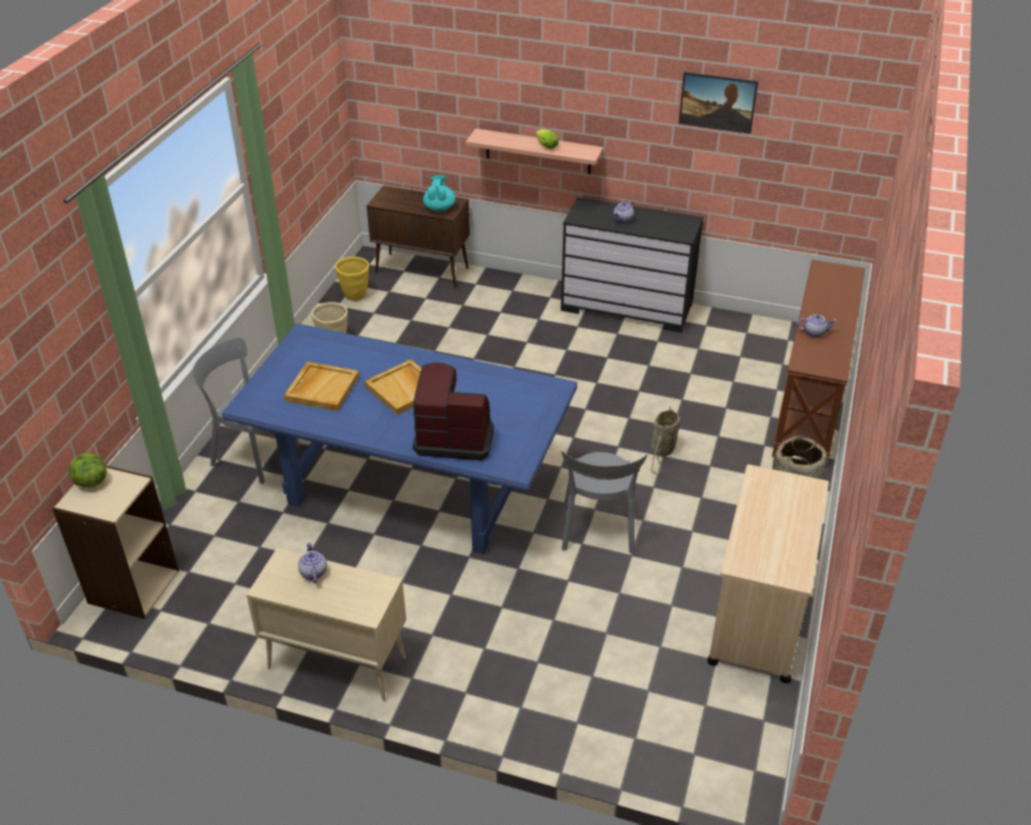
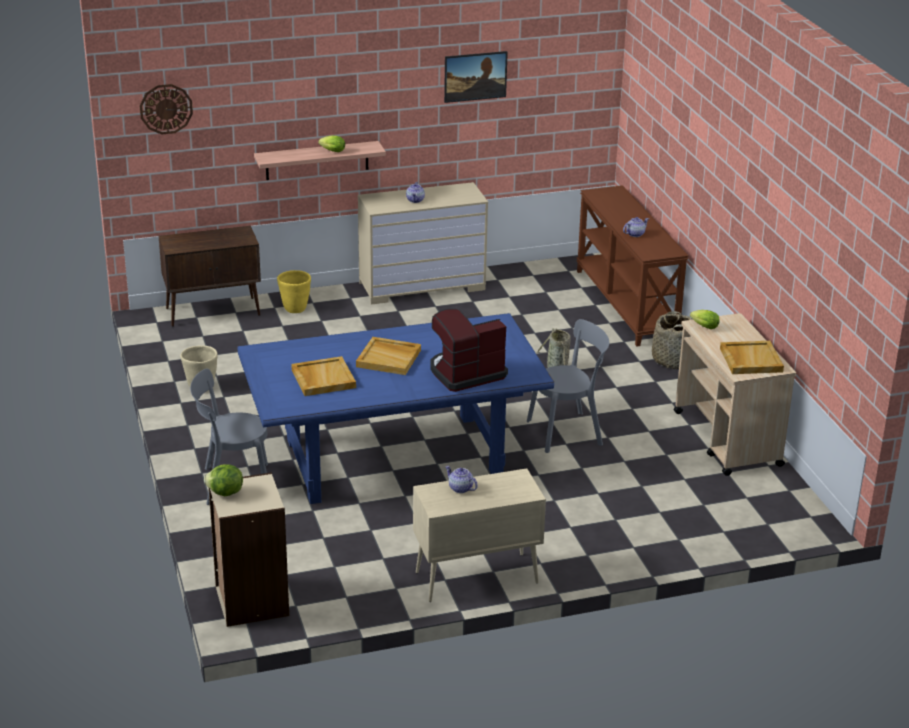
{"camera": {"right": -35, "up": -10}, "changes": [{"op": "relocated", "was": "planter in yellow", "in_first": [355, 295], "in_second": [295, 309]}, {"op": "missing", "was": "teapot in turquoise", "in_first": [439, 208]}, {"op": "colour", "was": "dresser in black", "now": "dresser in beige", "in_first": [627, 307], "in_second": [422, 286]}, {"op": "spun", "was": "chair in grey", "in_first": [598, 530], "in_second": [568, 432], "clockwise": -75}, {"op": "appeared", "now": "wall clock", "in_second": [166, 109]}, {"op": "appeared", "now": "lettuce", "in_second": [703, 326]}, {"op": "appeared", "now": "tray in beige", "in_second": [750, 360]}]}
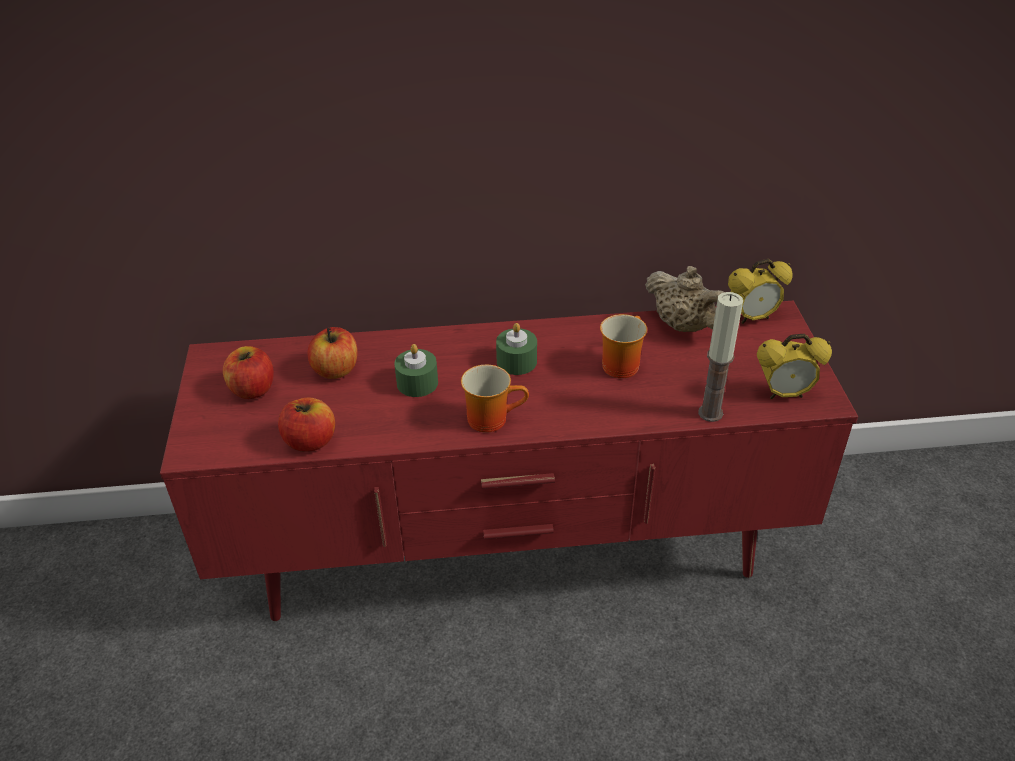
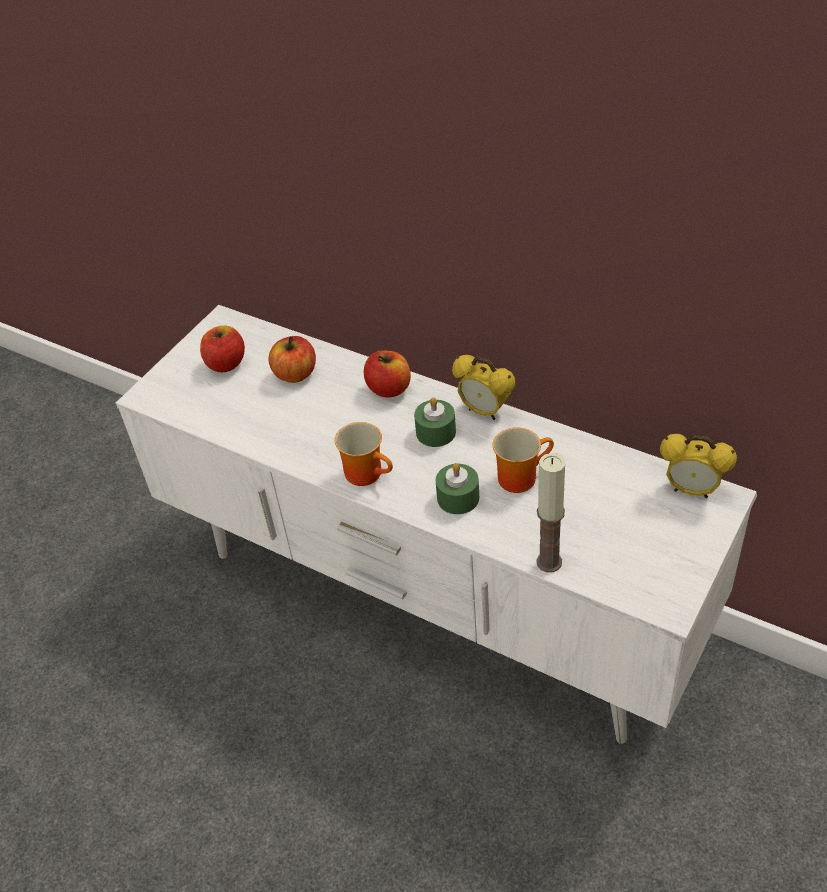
{"camera": {"right": 40, "up": 5}, "changes": [{"op": "colour", "was": "tv stand in red", "now": "tv stand in white", "in_first": [510, 556], "in_second": [430, 605]}, {"op": "relocated", "was": "apple", "in_first": [310, 441], "in_second": [389, 388]}, {"op": "relocated", "was": "candle in green", "in_first": [417, 383], "in_second": [458, 498]}, {"op": "missing", "was": "teapot in beige", "in_first": [684, 326]}, {"op": "relocated", "was": "alarm clock", "in_first": [784, 394], "in_second": [484, 411]}]}
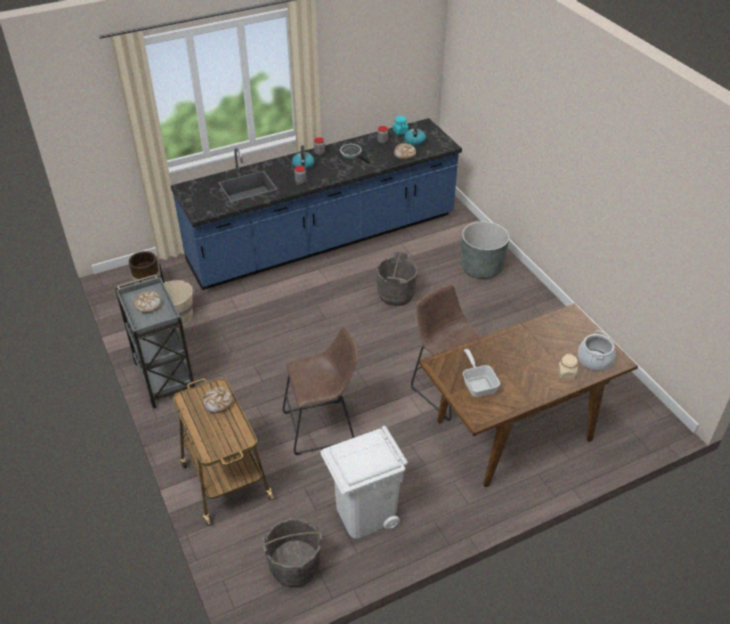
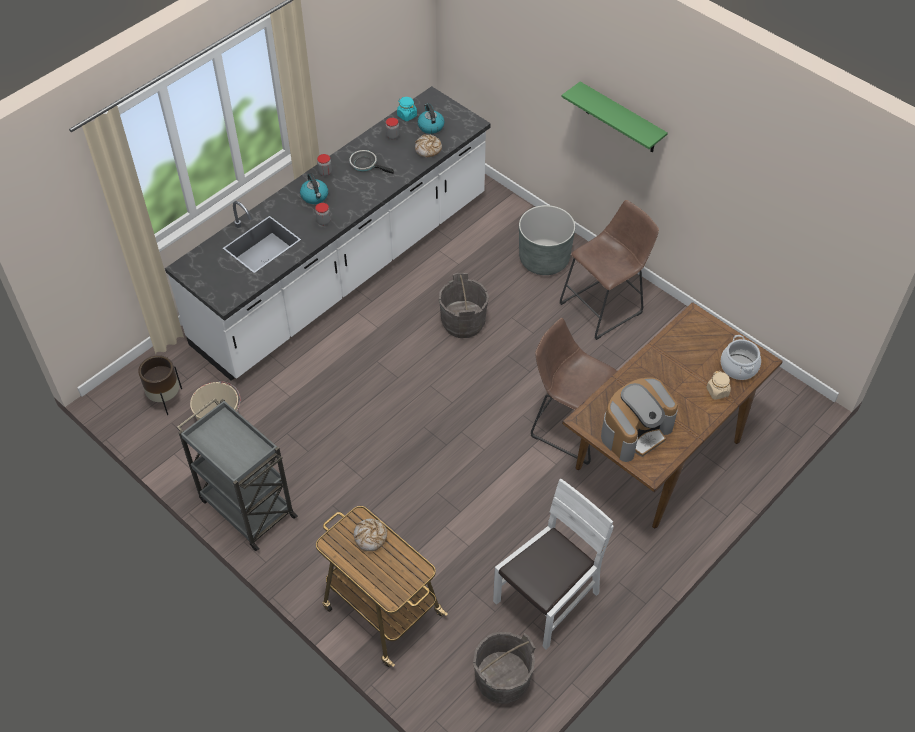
{"camera": {"right": -20, "up": 10}, "changes": [{"op": "missing", "was": "bread", "in_first": [148, 305]}, {"op": "colour", "was": "counter in blue", "now": "counter in white", "in_first": [323, 239], "in_second": [344, 270]}, {"op": "relocated", "was": "stool in brown", "in_first": [323, 427], "in_second": [605, 306]}, {"op": "exchanged", "was": "trash can in white", "now": "chair in white", "in_first": [365, 514], "in_second": [547, 599]}, {"op": "exchanged", "was": "frying pan", "now": "coffee machine", "in_first": [478, 384], "in_second": [635, 431]}, {"op": "appeared", "now": "shelf in green", "in_second": [621, 119]}]}
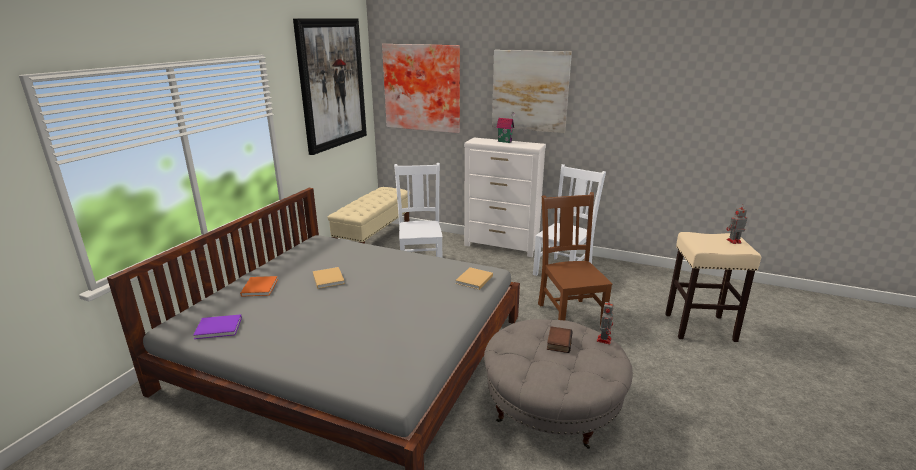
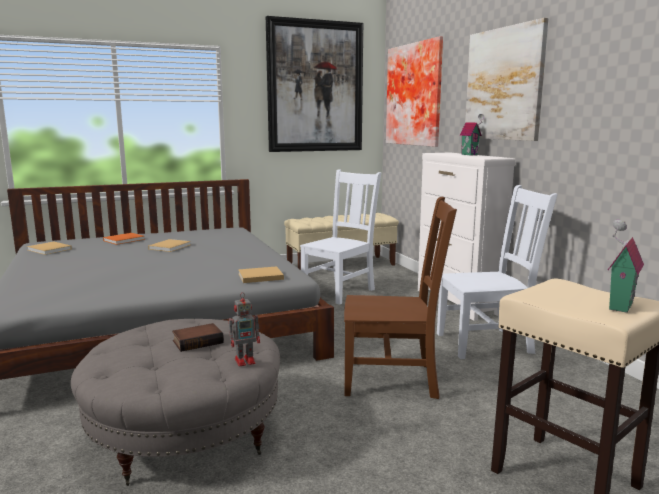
{"camera": {"right": 45, "up": -10}, "changes": [{"op": "colour", "was": "book in purple", "now": "book in beige", "in_first": [220, 328], "in_second": [50, 250]}, {"op": "spun", "was": "chair in brown", "in_first": [569, 315], "in_second": [394, 379], "clockwise": 60}, {"op": "exchanged", "was": "toy robot", "now": "toy house", "in_first": [733, 241], "in_second": [618, 305]}]}
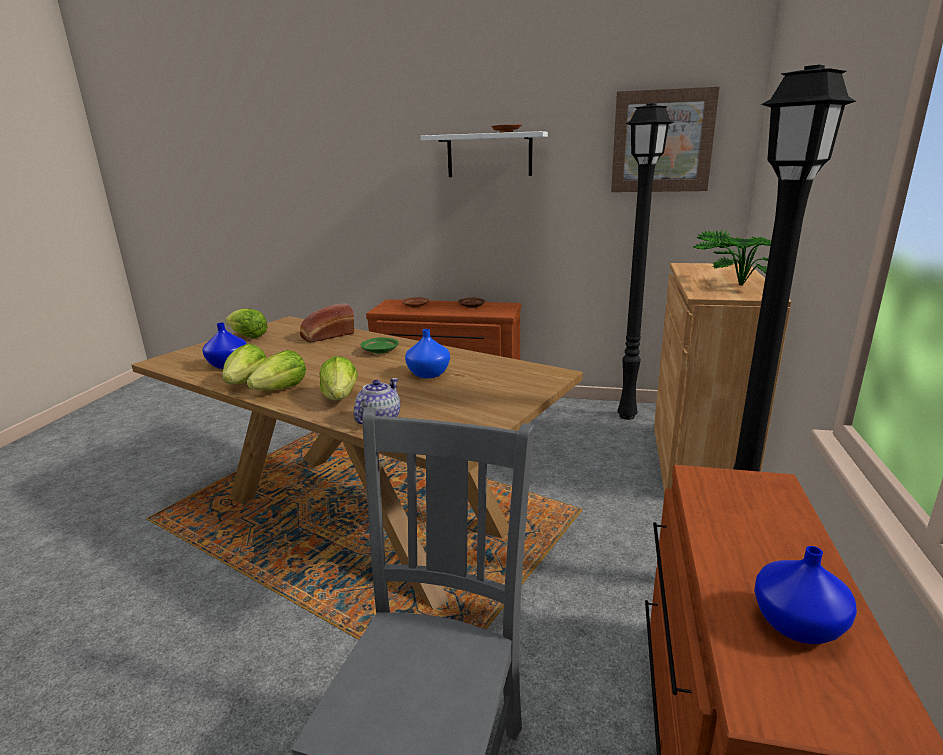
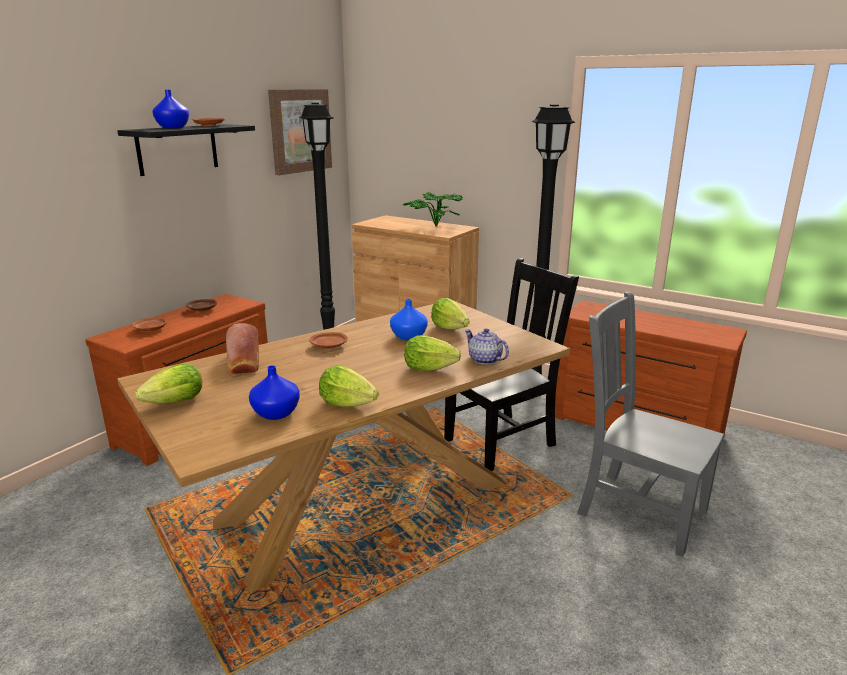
{"camera": {"right": -70, "up": 0}, "changes": [{"op": "relocated", "was": "lettuce", "in_first": [282, 389], "in_second": [450, 328]}, {"op": "colour", "was": "plate in green", "now": "plate in brown", "in_first": [380, 351], "in_second": [329, 346]}, {"op": "colour", "was": "shelf in white", "now": "shelf in black", "in_first": [489, 155], "in_second": [177, 149]}, {"op": "relocated", "was": "vase in blue", "in_first": [799, 625], "in_second": [173, 127]}, {"op": "appeared", "now": "chair in black", "in_second": [503, 441]}]}
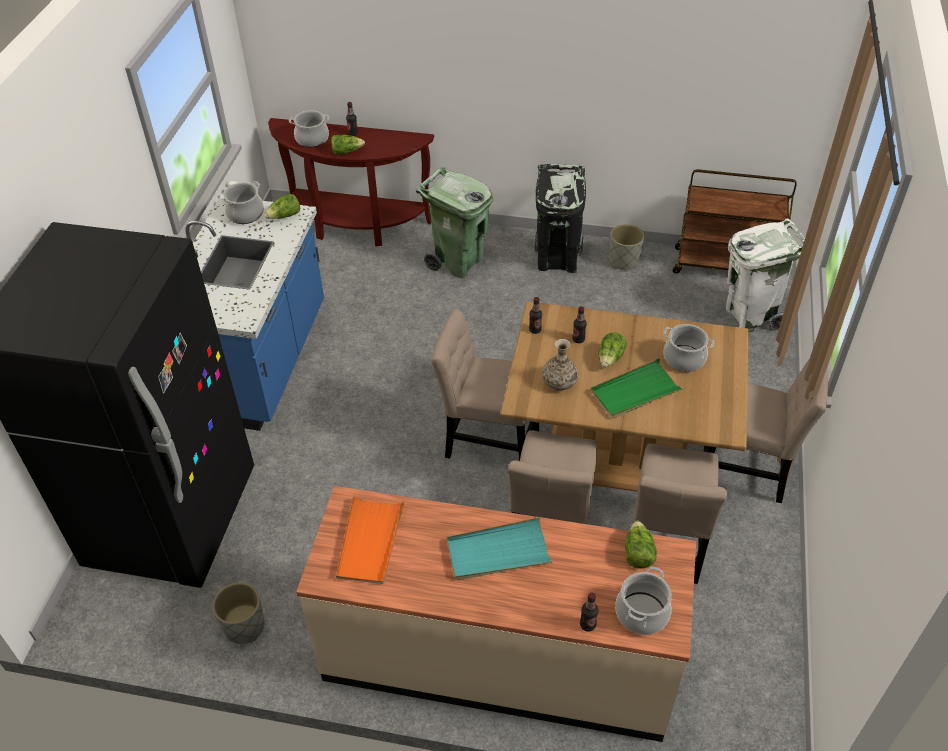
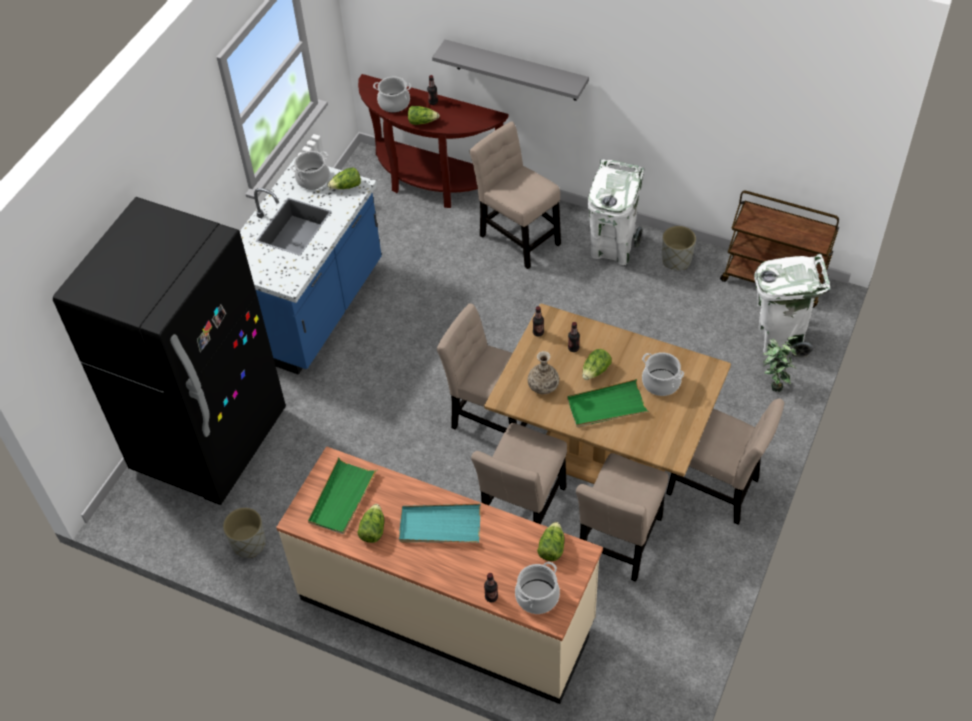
{"camera": {"right": 15, "up": 5}, "changes": [{"op": "colour", "was": "tray in orange", "now": "tray in green", "in_first": [370, 542], "in_second": [342, 498]}, {"op": "exchanged", "was": "trash can in green", "now": "chair in beige", "in_first": [458, 262], "in_second": [517, 236]}, {"op": "colour", "was": "trash can in black", "now": "trash can in white", "in_first": [557, 259], "in_second": [612, 248]}, {"op": "appeared", "now": "lettuce", "in_second": [372, 529]}, {"op": "appeared", "now": "shelf in grey", "in_second": [516, 70]}, {"op": "appeared", "now": "potted plant", "in_second": [774, 383]}]}
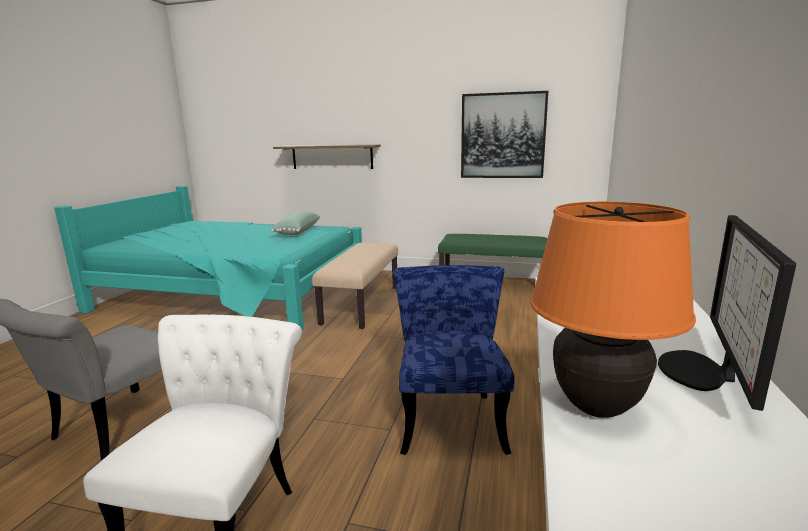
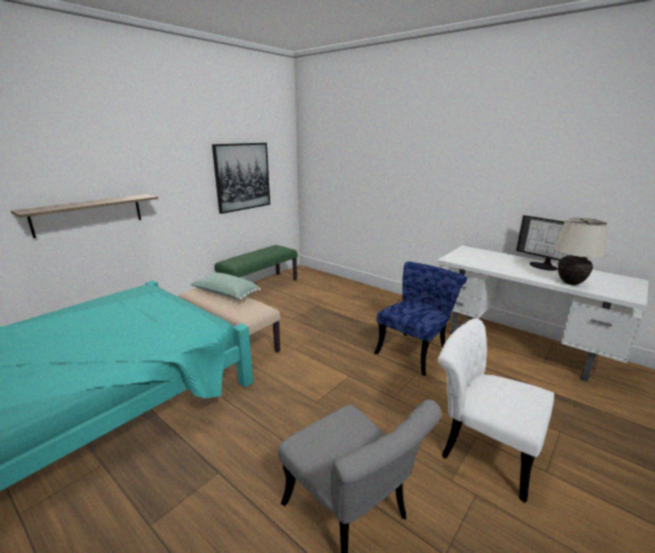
{"camera": {"right": -65, "up": 5}, "changes": [{"op": "relocated", "was": "pillow in green", "in_first": [296, 231], "in_second": [225, 294]}, {"op": "spun", "was": "chair in blue", "in_first": [450, 416], "in_second": [415, 350], "clockwise": 105}, {"op": "colour", "was": "table lamp in orange", "now": "table lamp in beige", "in_first": [597, 408], "in_second": [570, 283]}]}
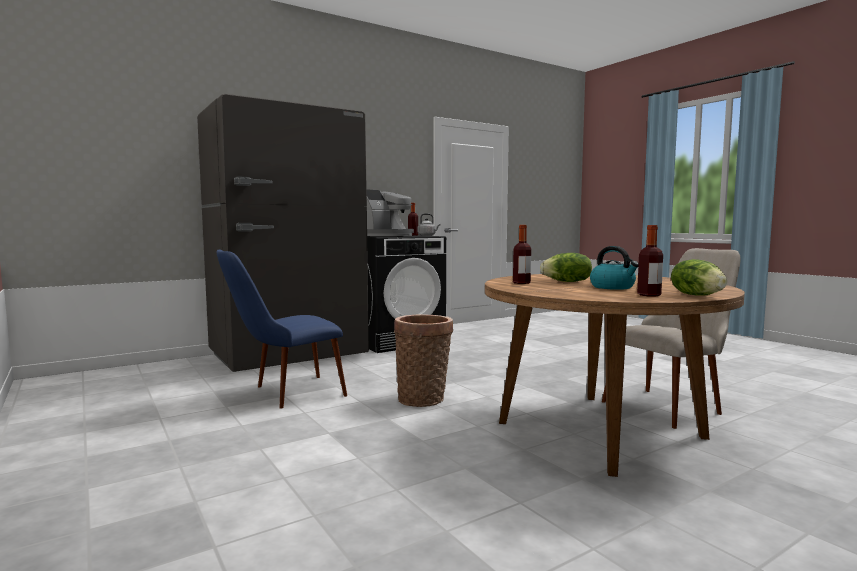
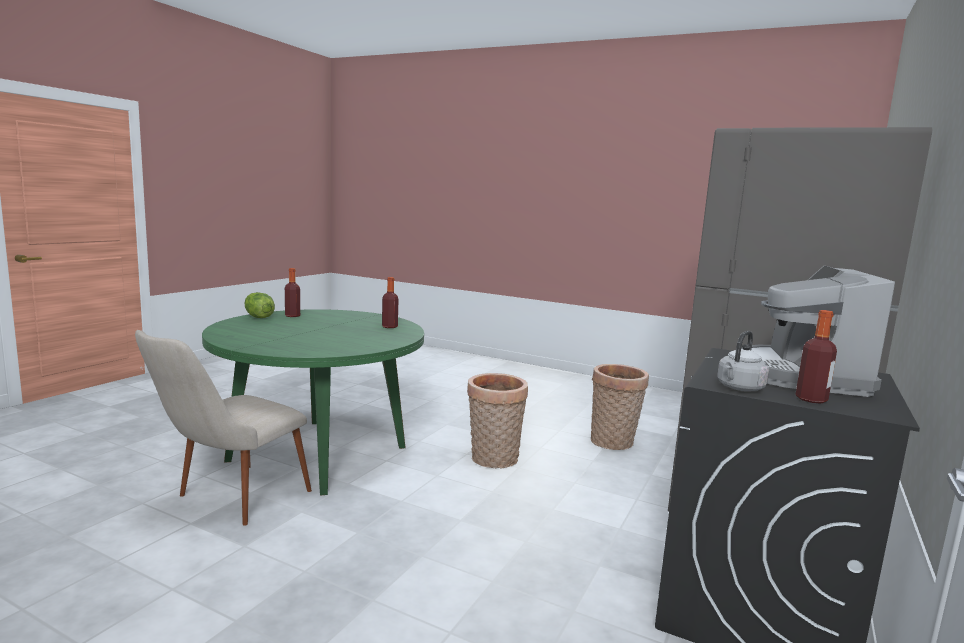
{"camera": {"right": 150, "up": 5}, "changes": [{"op": "exchanged", "was": "chair in blue", "now": "basket", "in_first": [284, 394], "in_second": [613, 443]}, {"op": "colour", "was": "dining table in brown", "now": "dining table in green", "in_first": [599, 430], "in_second": [318, 453]}, {"op": "missing", "was": "lettuce", "in_first": [567, 282]}, {"op": "missing", "was": "kettle", "in_first": [613, 287]}]}
